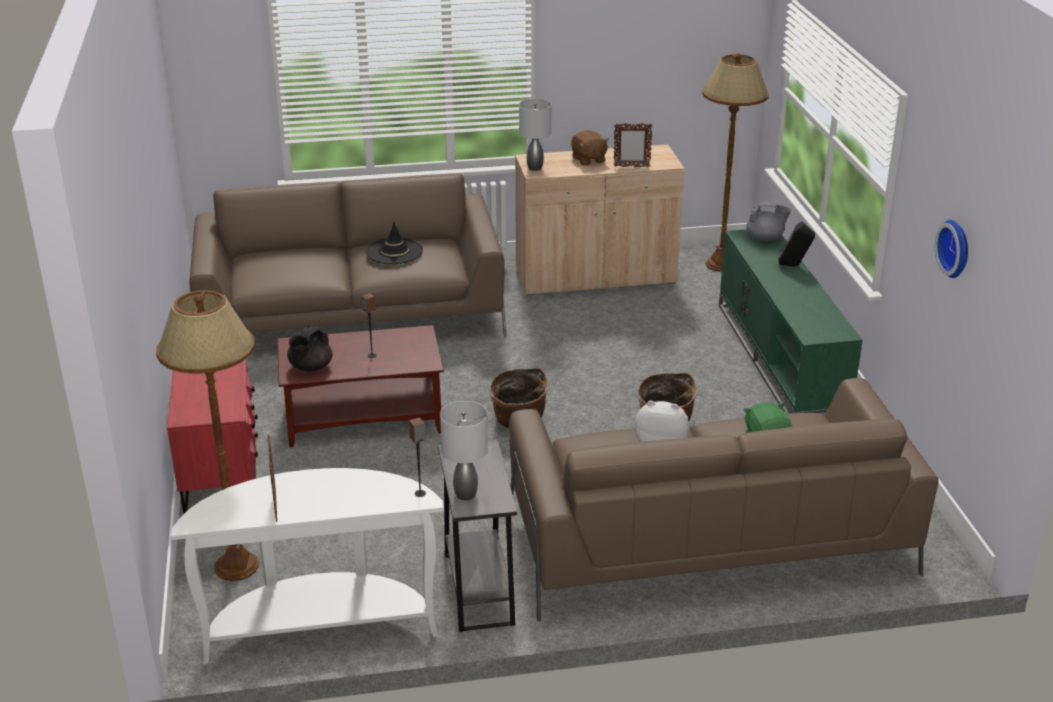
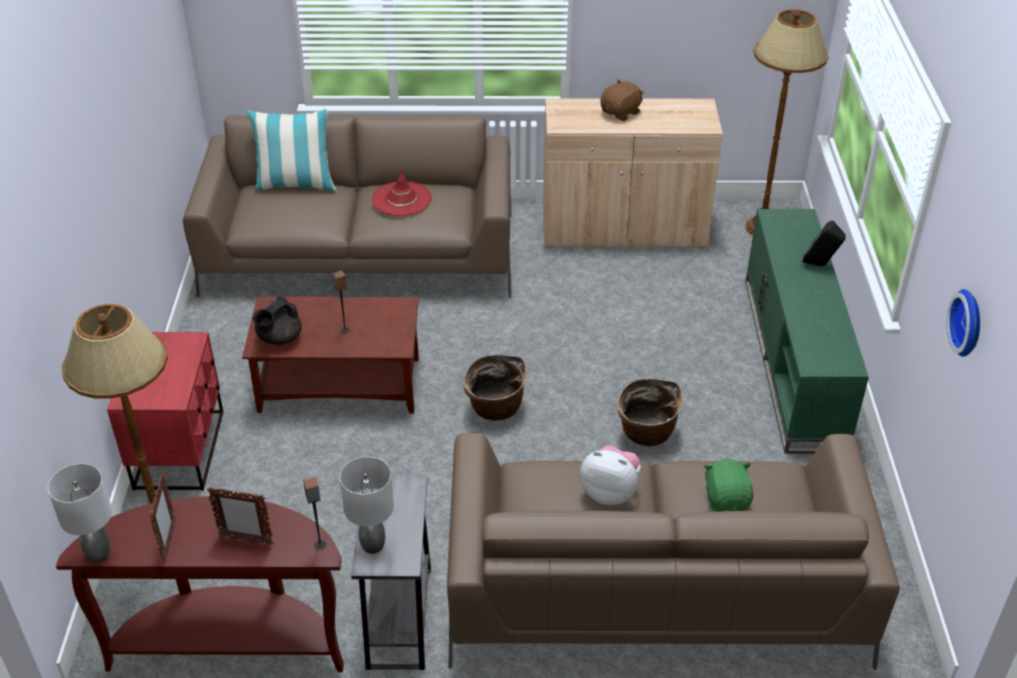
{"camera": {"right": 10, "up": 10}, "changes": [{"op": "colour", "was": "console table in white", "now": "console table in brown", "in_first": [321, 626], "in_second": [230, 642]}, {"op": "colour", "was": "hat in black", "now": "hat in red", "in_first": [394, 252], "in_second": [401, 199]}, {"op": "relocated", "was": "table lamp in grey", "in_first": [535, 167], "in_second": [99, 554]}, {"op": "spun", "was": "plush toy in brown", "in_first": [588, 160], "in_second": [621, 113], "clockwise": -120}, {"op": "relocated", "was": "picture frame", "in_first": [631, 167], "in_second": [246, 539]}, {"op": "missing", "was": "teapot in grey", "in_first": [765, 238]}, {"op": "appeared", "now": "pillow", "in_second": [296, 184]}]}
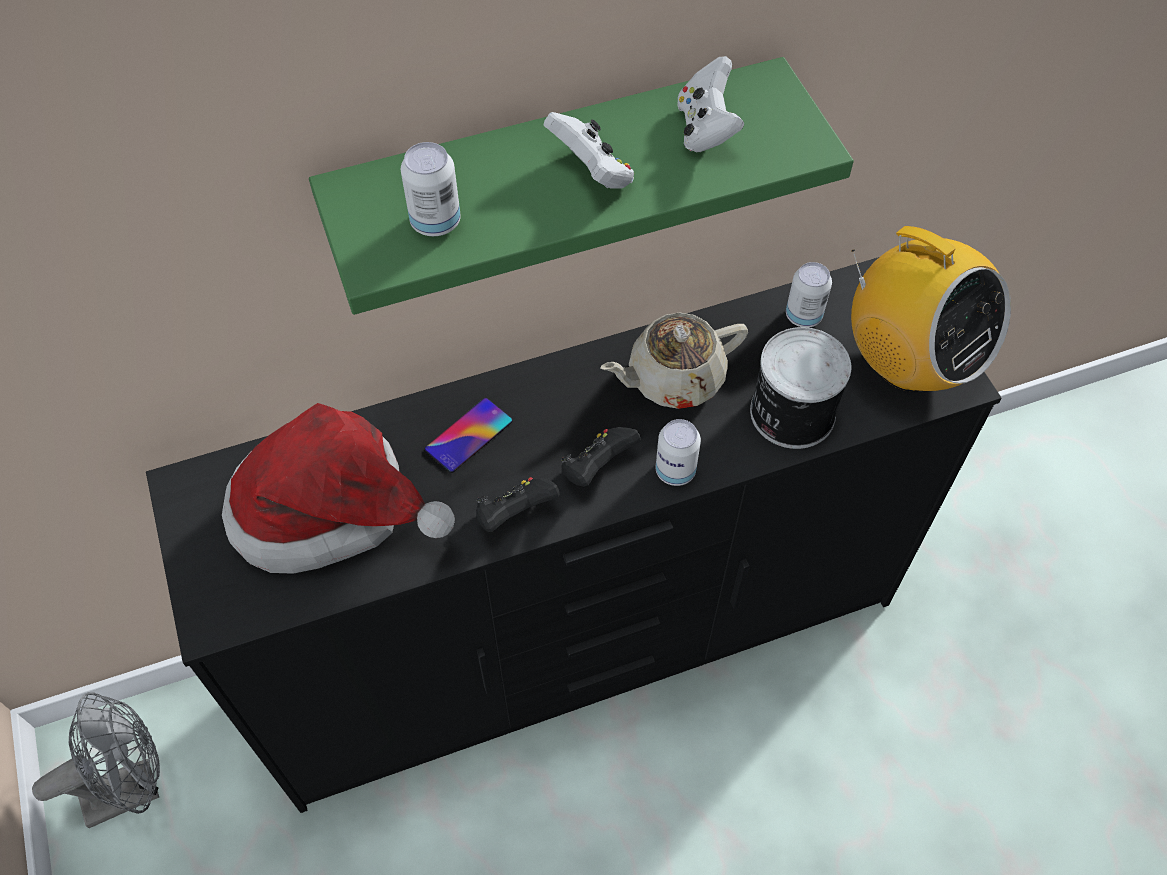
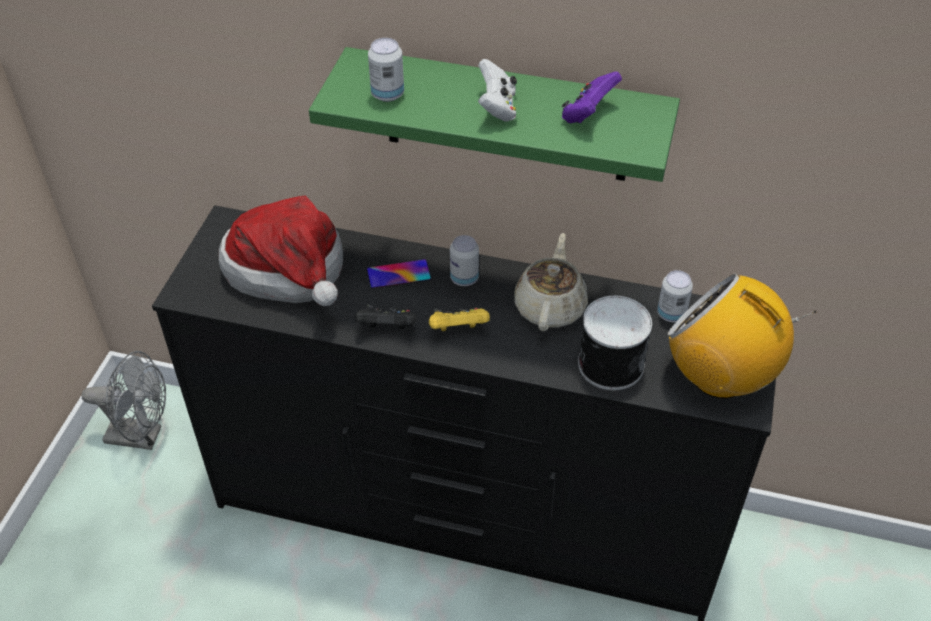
{"camera": {"right": 35, "up": -10}, "changes": [{"op": "colour", "was": "game controller in black", "now": "game controller in yellow", "in_first": [597, 467], "in_second": [458, 330]}, {"op": "spun", "was": "teapot in beige", "in_first": [673, 378], "in_second": [550, 306], "clockwise": 90}, {"op": "relocated", "was": "can", "in_first": [675, 471], "in_second": [464, 278]}, {"op": "colour", "was": "game controller in white", "now": "game controller in purple", "in_first": [706, 129], "in_second": [588, 114]}, {"op": "spun", "was": "radio", "in_first": [908, 363], "in_second": [720, 377], "clockwise": 135}]}
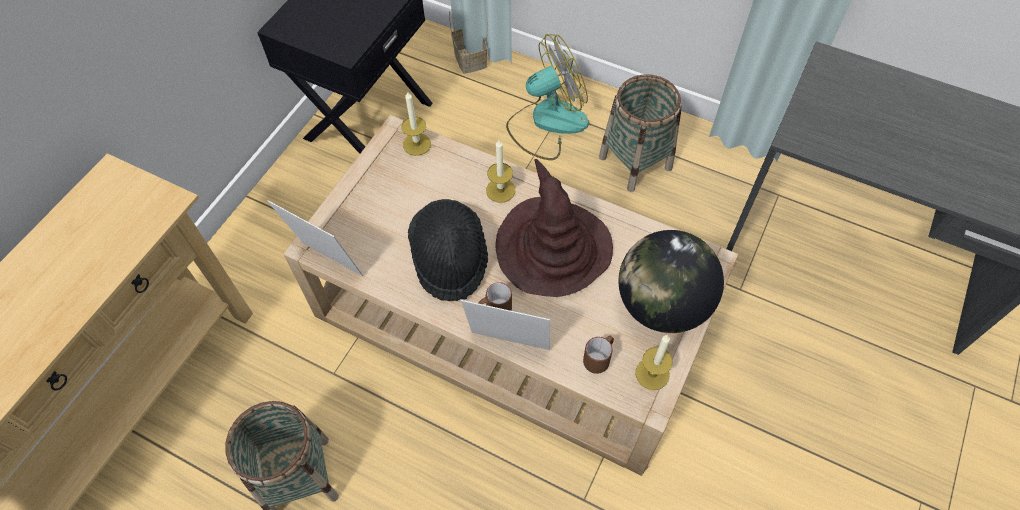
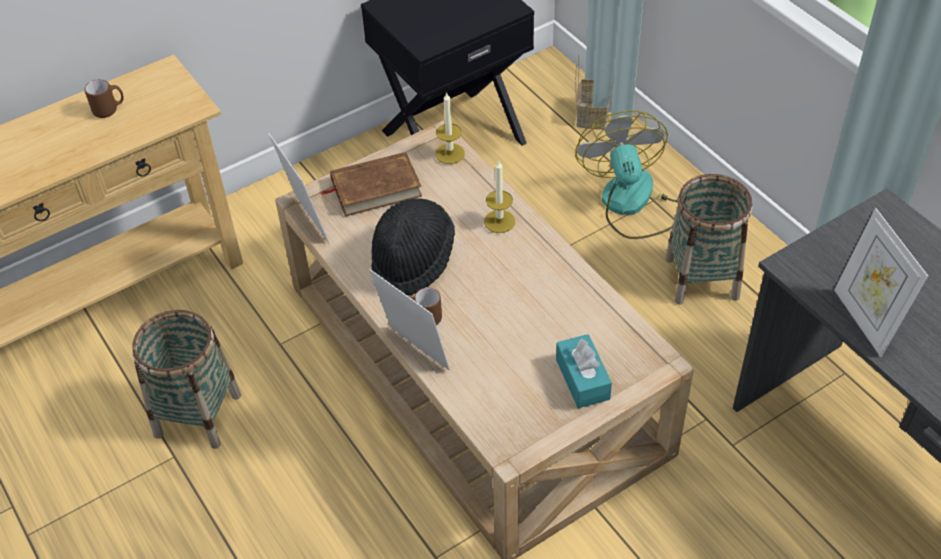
{"camera": {"right": 30, "up": -10}, "changes": [{"op": "missing", "was": "hat in brown", "in_first": [553, 249]}, {"op": "spun", "was": "fan", "in_first": [546, 122], "in_second": [632, 204], "clockwise": -105}, {"op": "relocated", "was": "mug in brown", "in_first": [599, 358], "in_second": [109, 110]}, {"op": "exchanged", "was": "globe", "now": "tissue box in turquoise", "in_first": [662, 304], "in_second": [582, 379]}, {"op": "missing", "was": "candle", "in_first": [652, 374]}, {"op": "appeared", "now": "book in brown", "in_second": [375, 188]}, {"op": "appeared", "now": "picture frame", "in_second": [865, 320]}]}
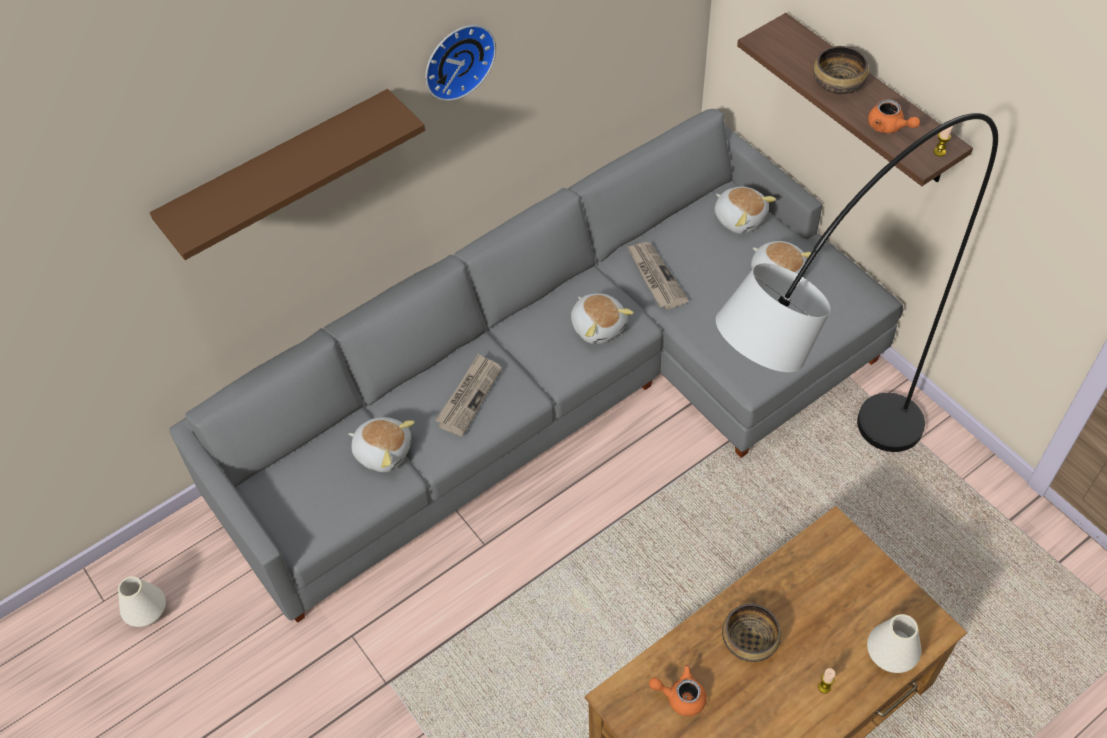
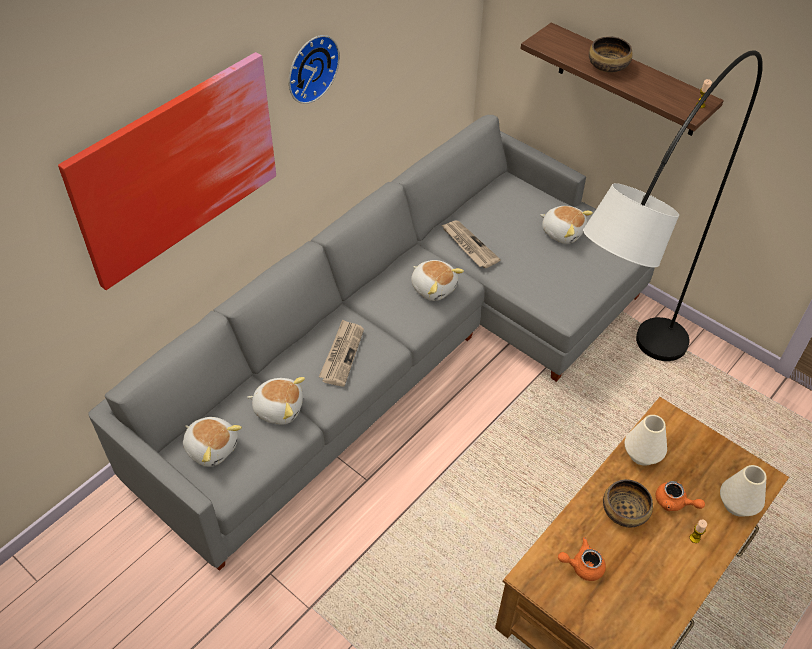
{"camera": {"right": -15, "up": -5}, "changes": [{"op": "relocated", "was": "vase in white", "in_first": [148, 612], "in_second": [642, 454]}, {"op": "exchanged", "was": "shelf in brown", "now": "picture", "in_first": [280, 173], "in_second": [177, 168]}, {"op": "relocated", "was": "plush toy", "in_first": [740, 218], "in_second": [212, 447]}, {"op": "relocated", "was": "teapot in orange", "in_first": [889, 127], "in_second": [674, 503]}]}
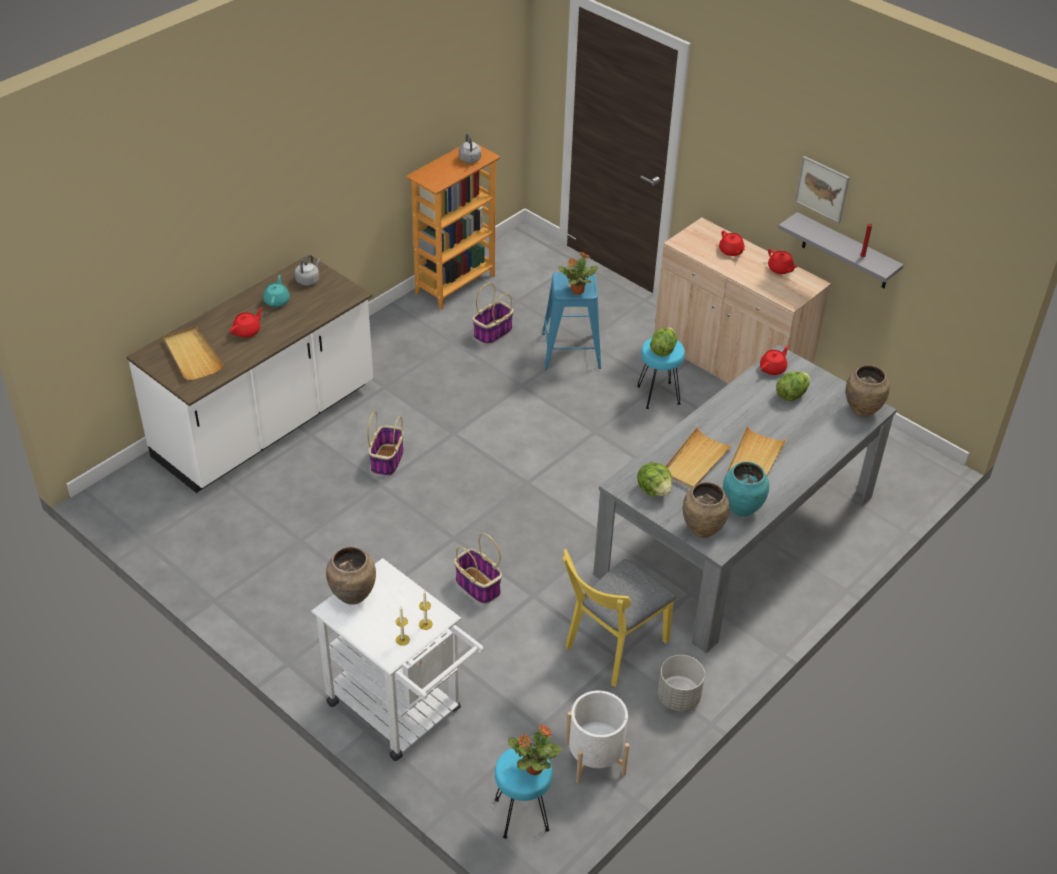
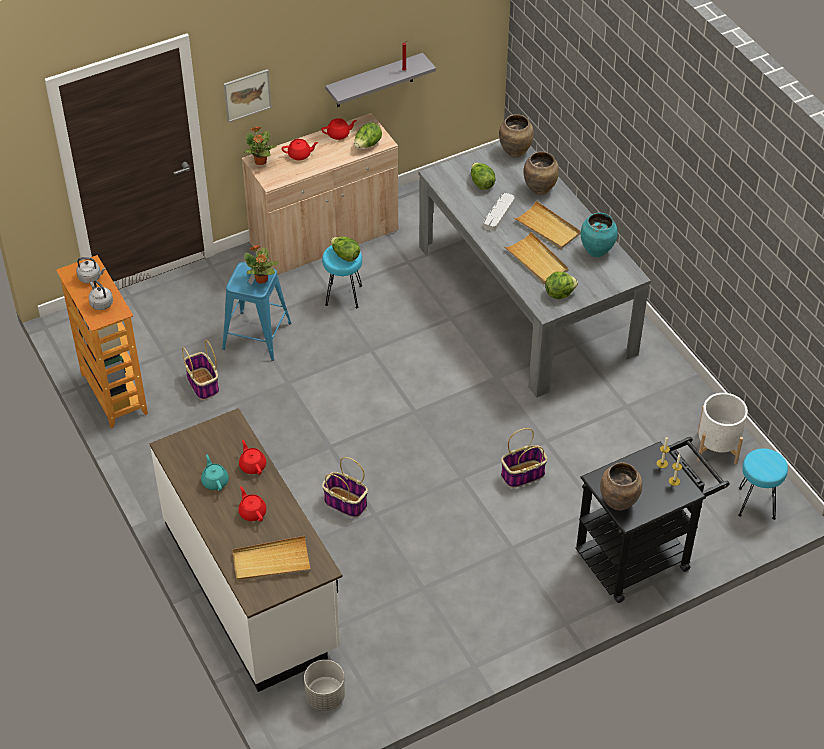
{"camera": {"right": -70, "up": 5}, "changes": [{"op": "spun", "was": "teapot in turquoise", "in_first": [277, 301], "in_second": [215, 481], "clockwise": 45}, {"op": "relocated", "was": "kettle in grey", "in_first": [308, 280], "in_second": [101, 303]}, {"op": "colour", "was": "cart in white", "now": "cart in black", "in_first": [402, 712], "in_second": [641, 555]}, {"op": "relocated", "was": "potted plant", "in_first": [533, 768], "in_second": [260, 162]}, {"op": "missing", "was": "chair in yellow", "in_first": [611, 648]}, {"op": "relocated", "was": "planter in grey", "in_first": [678, 697], "in_second": [325, 697]}, {"op": "relocated", "was": "vase in brown", "in_first": [702, 530], "in_second": [540, 189]}, {"op": "relocated", "was": "teapot in red", "in_first": [773, 368], "in_second": [252, 465]}, {"op": "relocated", "was": "picture", "in_first": [822, 189], "in_second": [247, 95]}, {"op": "appeared", "now": "lettuce", "in_second": [367, 145]}, {"op": "appeared", "now": "tray in grey", "in_second": [498, 214]}]}
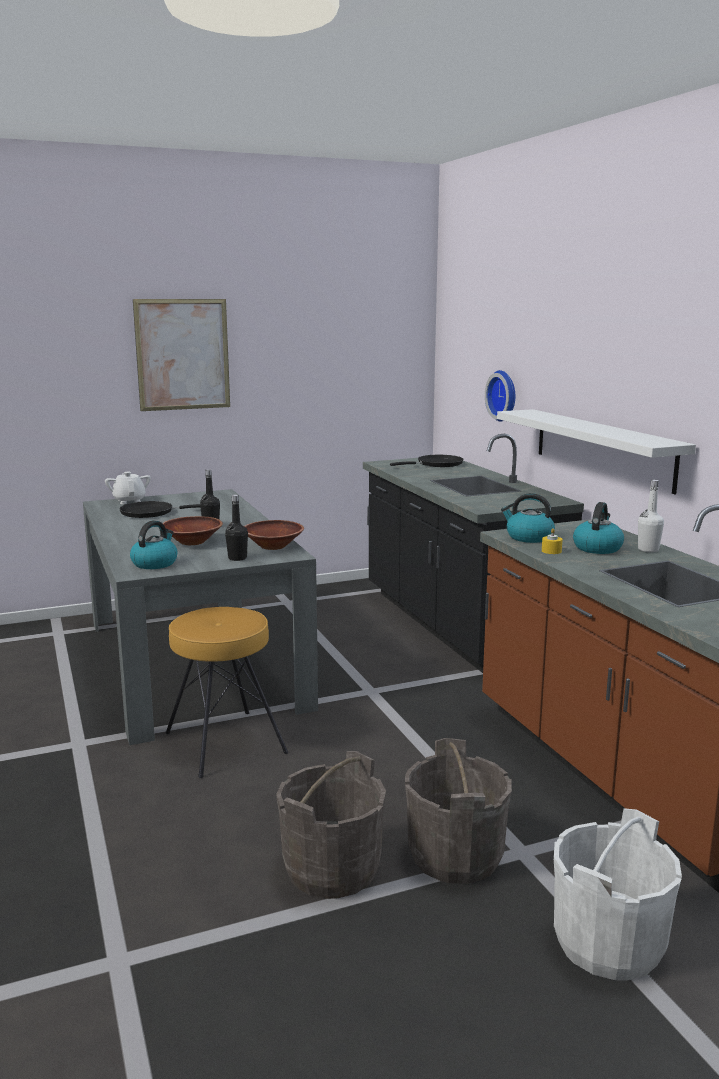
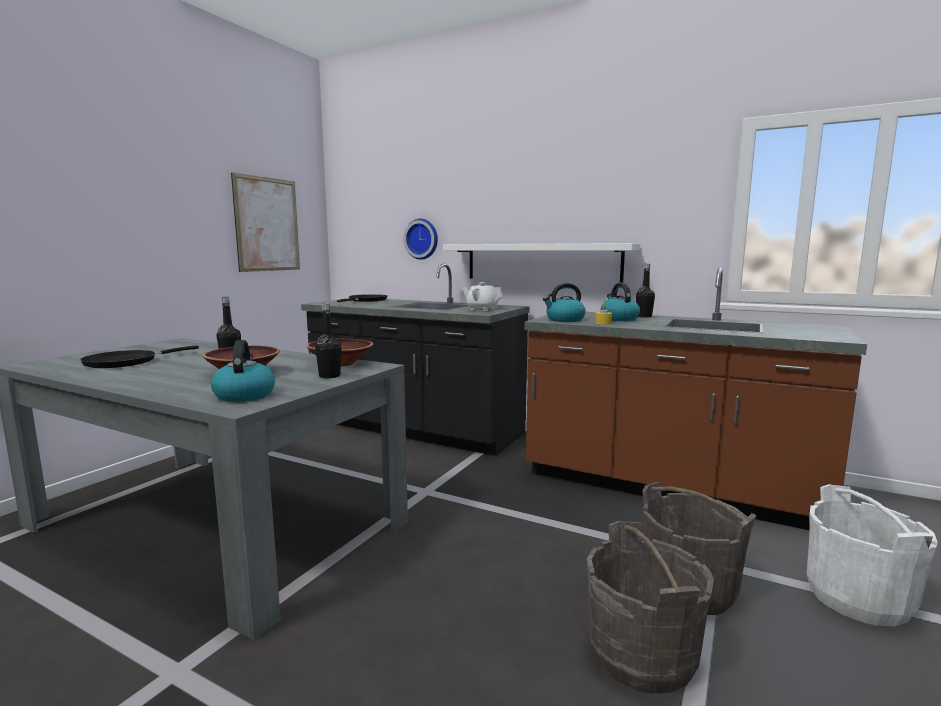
{"camera": {"right": -40, "up": -5}, "changes": [{"op": "relocated", "was": "teapot in white", "in_first": [129, 501], "in_second": [482, 309]}, {"op": "relocated", "was": "picture", "in_first": [183, 354], "in_second": [267, 224]}, {"op": "missing", "was": "stool in brown", "in_first": [224, 743]}, {"op": "colour", "was": "bottle in white", "now": "bottle in black", "in_first": [648, 549], "in_second": [644, 316]}]}
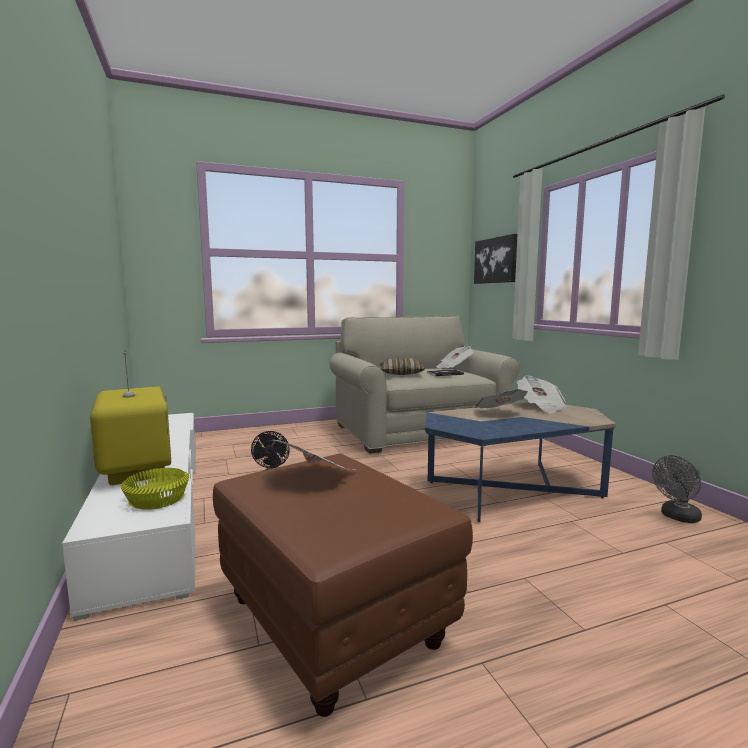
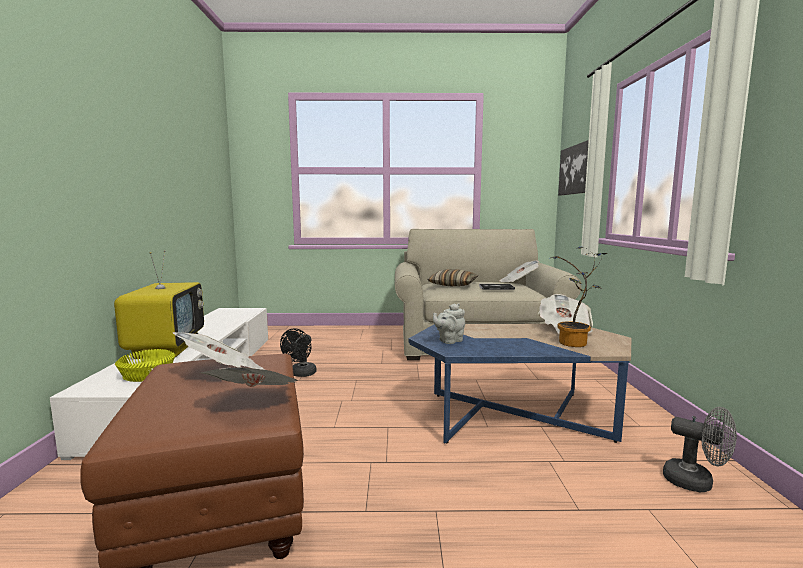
{"camera": {"right": 20, "up": 0}, "changes": [{"op": "relocated", "was": "newspaper", "in_first": [499, 413], "in_second": [255, 402]}, {"op": "spun", "was": "fan in grey", "in_first": [677, 517], "in_second": [696, 482], "clockwise": -135}, {"op": "appeared", "now": "teapot in grey", "in_second": [449, 341]}, {"op": "appeared", "now": "potted plant", "in_second": [574, 344]}]}
